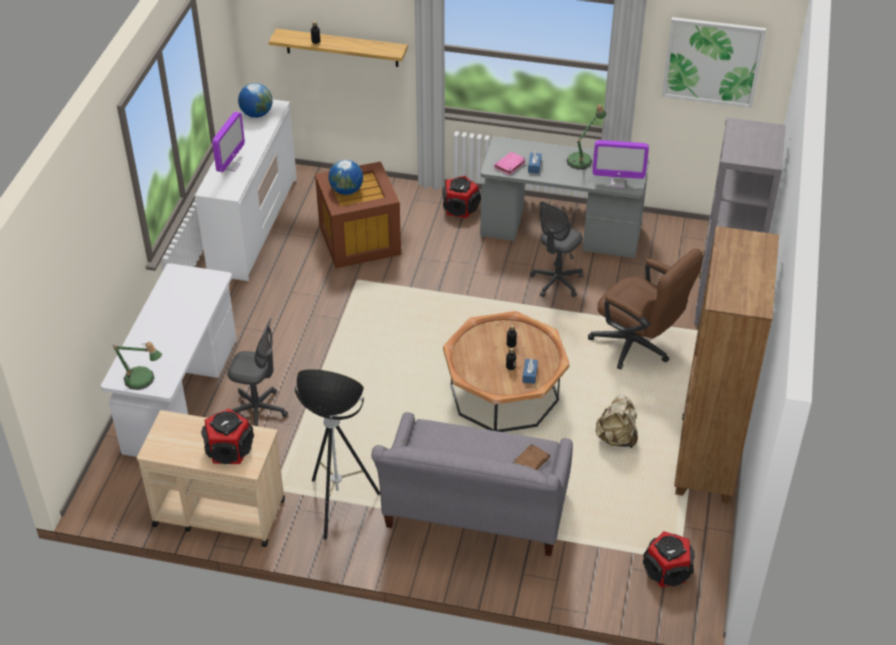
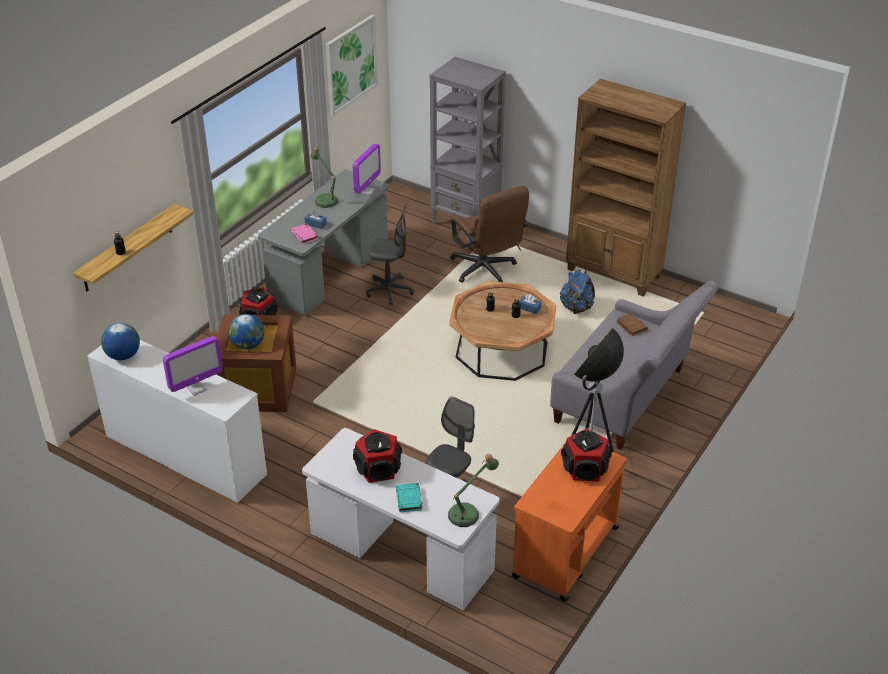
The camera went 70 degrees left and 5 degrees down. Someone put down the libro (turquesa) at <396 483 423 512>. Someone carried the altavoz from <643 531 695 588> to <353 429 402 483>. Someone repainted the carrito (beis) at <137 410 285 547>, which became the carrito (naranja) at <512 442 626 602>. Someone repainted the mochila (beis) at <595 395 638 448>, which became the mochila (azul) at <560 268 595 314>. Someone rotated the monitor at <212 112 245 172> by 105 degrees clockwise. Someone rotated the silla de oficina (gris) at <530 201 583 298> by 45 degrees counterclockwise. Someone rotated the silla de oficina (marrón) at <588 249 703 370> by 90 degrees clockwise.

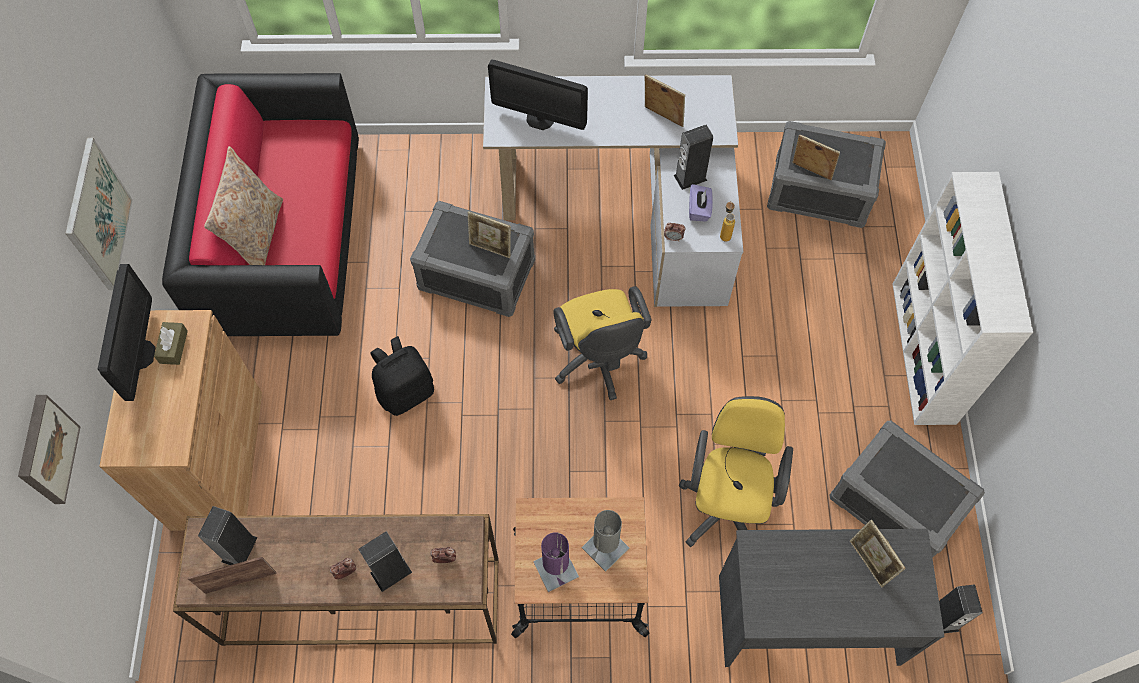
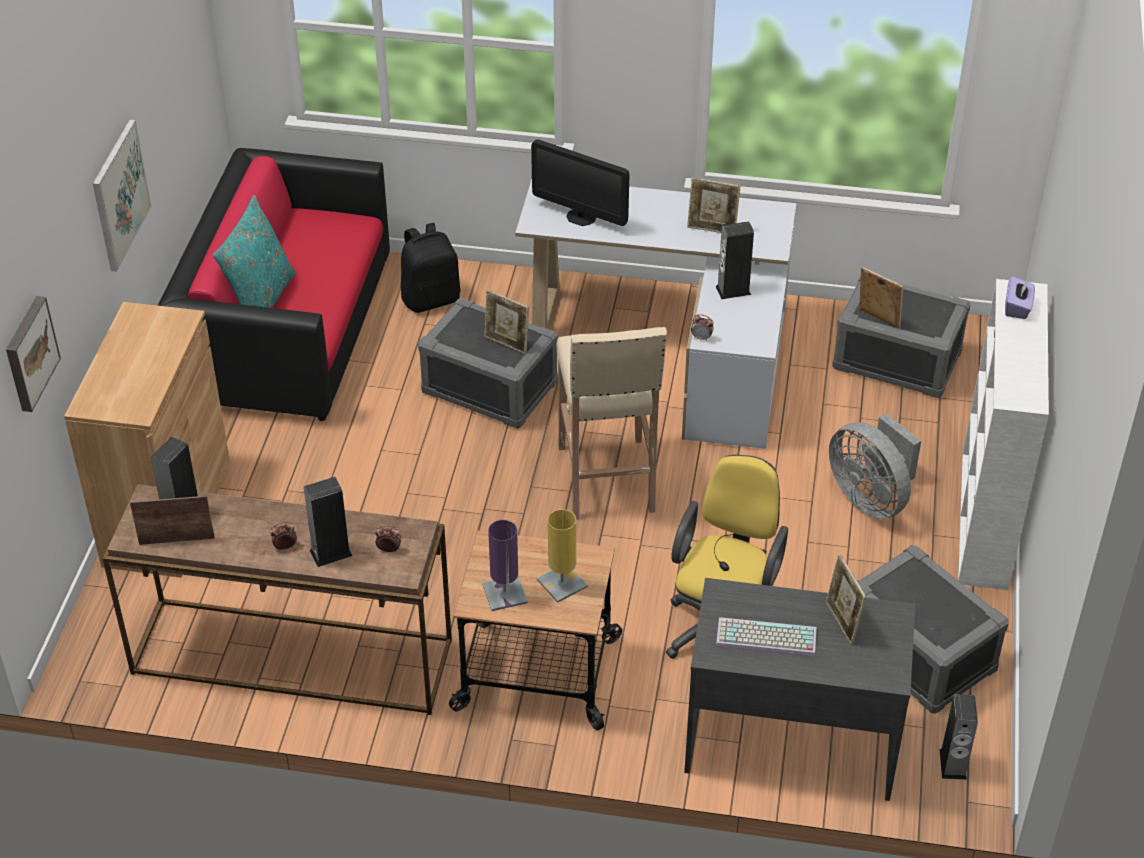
The camera went 10 degrees right and 20 degrees down. Someone took away the monitor at <98 264 156 401>. Someone took away the caja de pañuelos (marrón) at <154 322 188 365>. Someone took away the botella at <720 200 735 242>. Someone put down the teclado at <716 617 817 656>. Someone put down the ventilador (gris) at <829 414 921 519>. Someone carried the mochila (negro) from <370 336 434 416> to <401 223 460 313>. Someone carried the caja de pañuelos (morado) from <689 184 713 222> to <1005 276 1035 319>. Someone swapped the silla de oficina (amarillo) at <553 286 652 400> for the taburete (beis) at <557 327 667 520>. Someone repainted the cojín (beis) at <204 146 283 265>, which became the cojín (turquesa) at <213 195 296 308>. Someone repainted the lámpara de mesa (gris) at <582 510 629 572>, which became the lámpara de mesa (amarillo) at <537 509 588 603>. Someone rotated the portarretratos at <645 74 685 127> by 150 degrees clockwise.

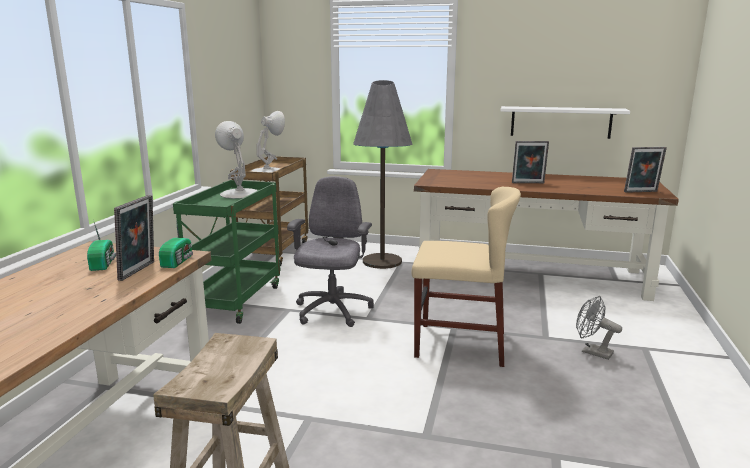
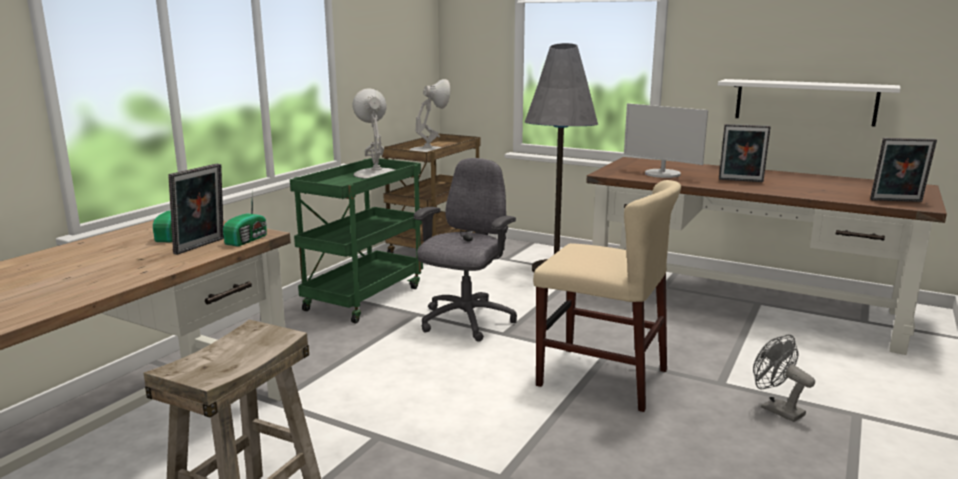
The camera went 15 degrees right and 0 degrees up. Someone put down the monitor at <624 103 708 178>.

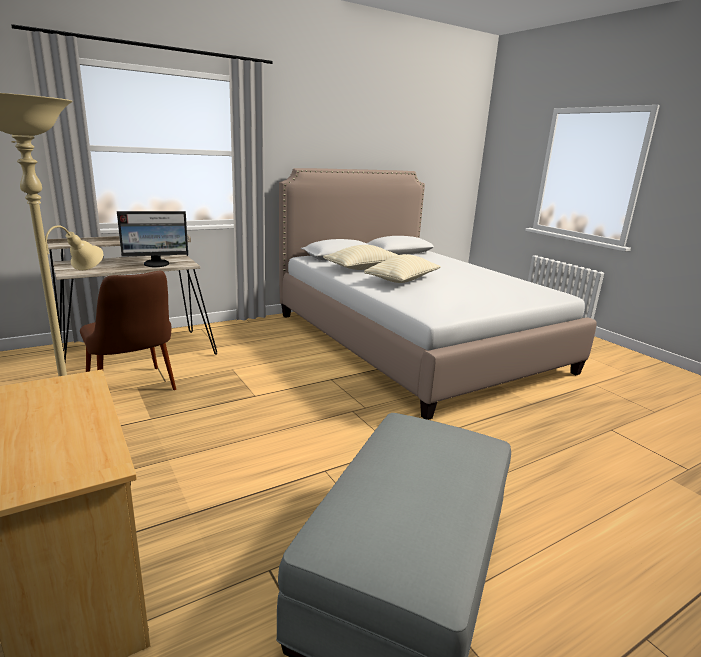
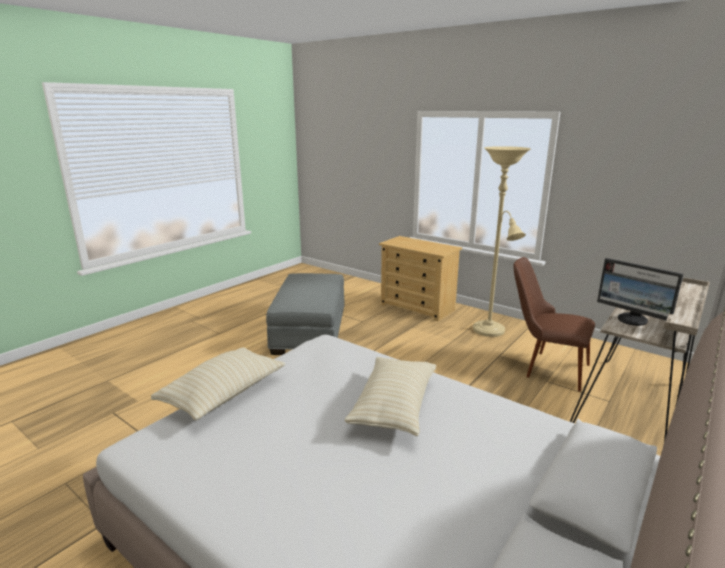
The camera went 160 degrees right and 0 degrees up. Someone carried the cojín (beis) from <323 245 398 270> to <151 347 286 420>. Someone rotated the monitor at <117 211 188 267> by 90 degrees counterclockwise.

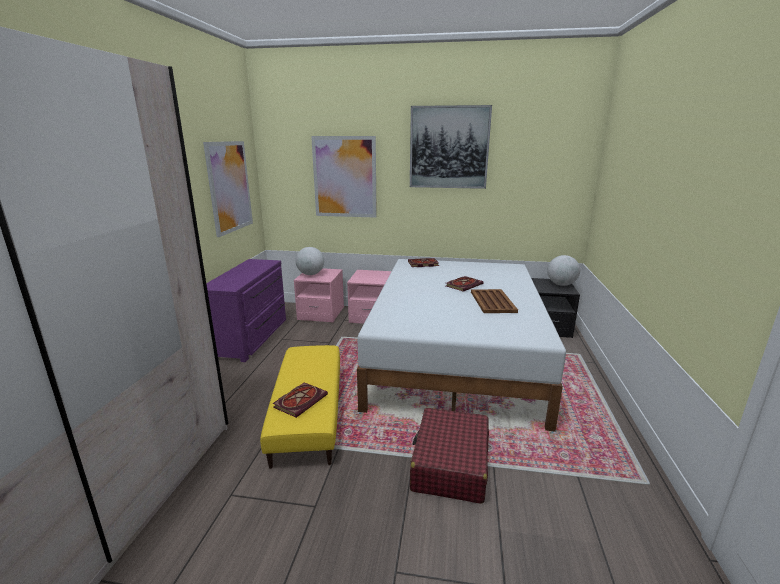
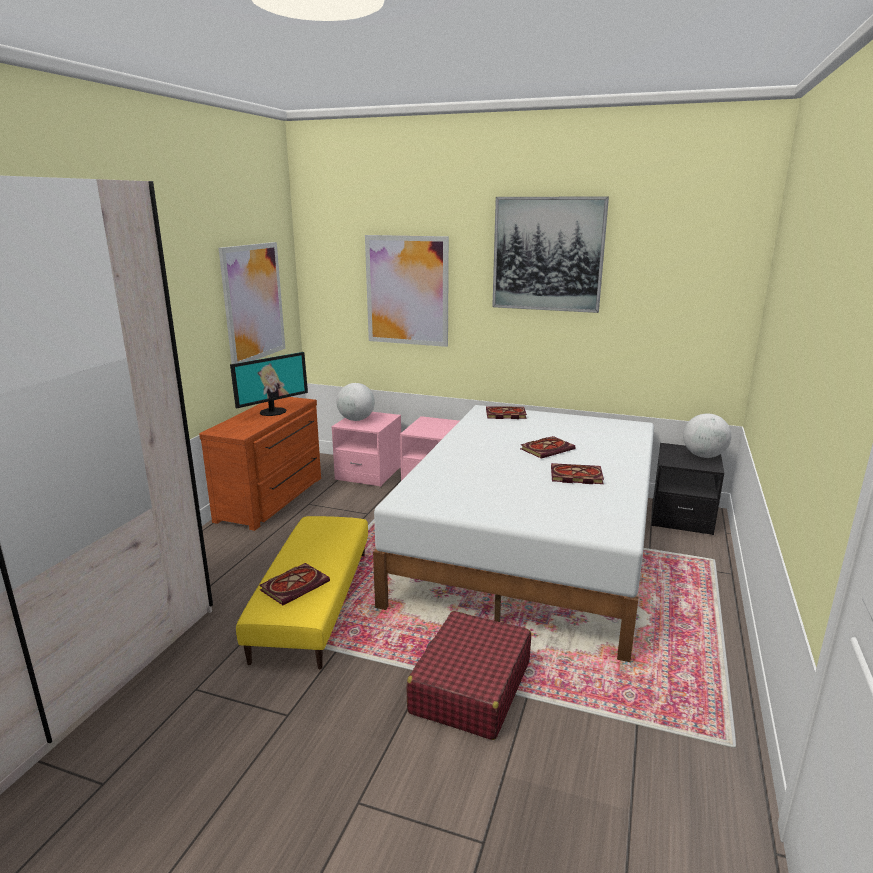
The camera went 10 degrees right and 0 degrees up. Someone put down the monitor at <230 352 308 416>. Someone swapped the bandeja (marrón) at <471 289 518 313> for the libro at <551 463 604 484>. Someone repainted the cómoda (morado) at <206 259 286 362>, which became the cómoda (marrón) at <199 397 321 531>.

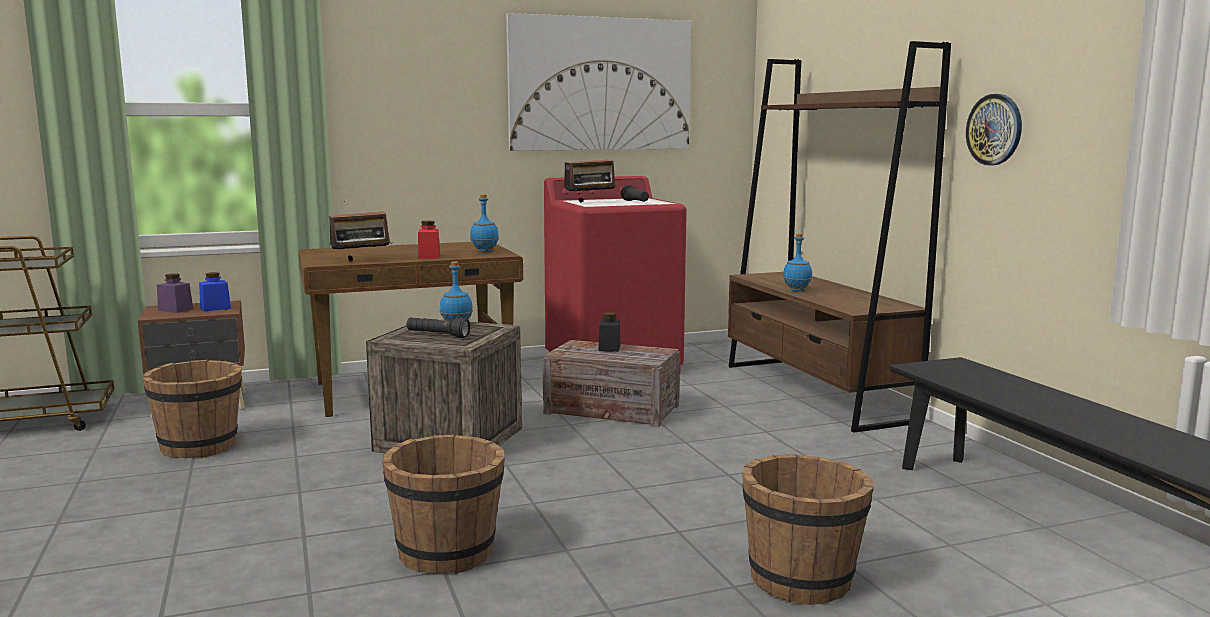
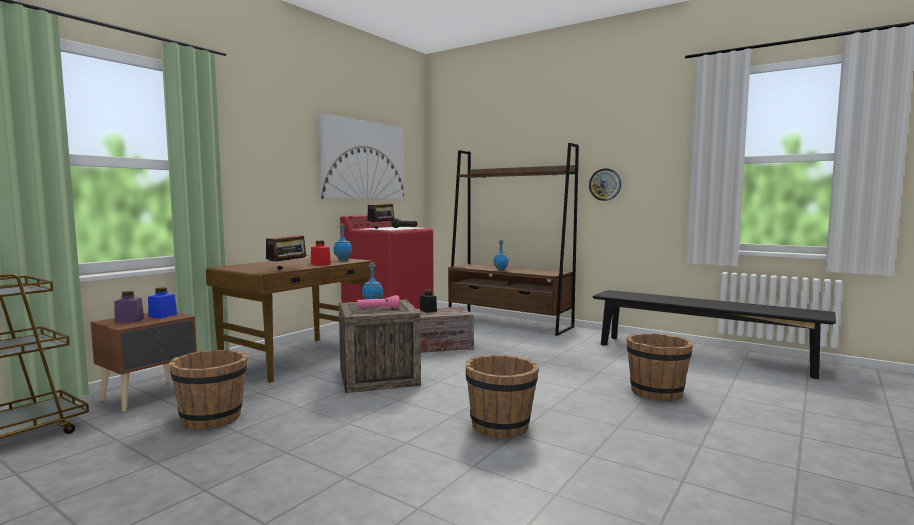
The camera went 35 degrees left and 5 degrees down. Someone repainted the linterna (negro) at <407 317 470 338>, which became the linterna (rosa) at <357 295 400 308>.

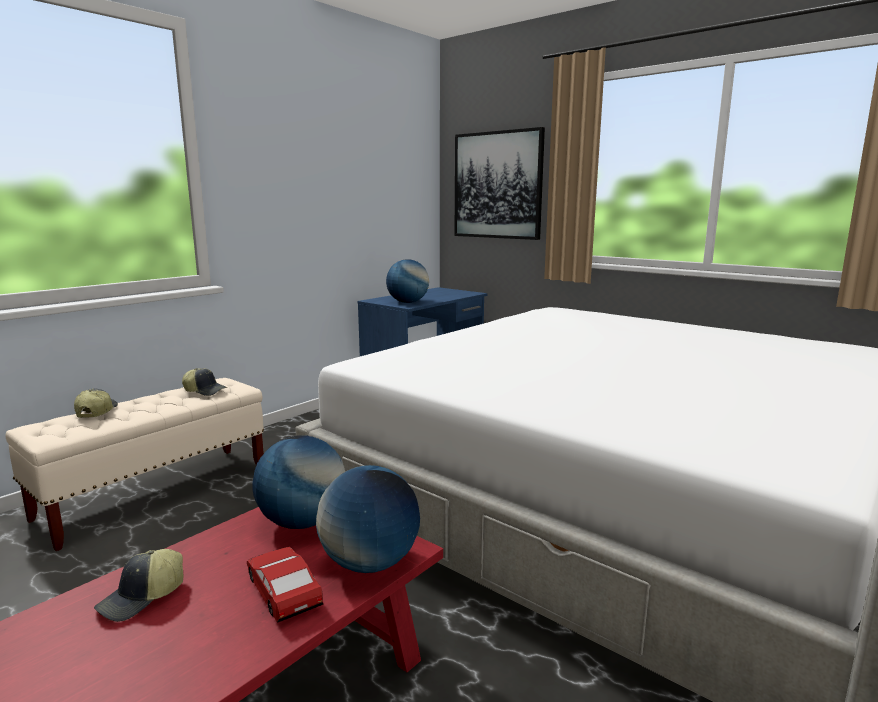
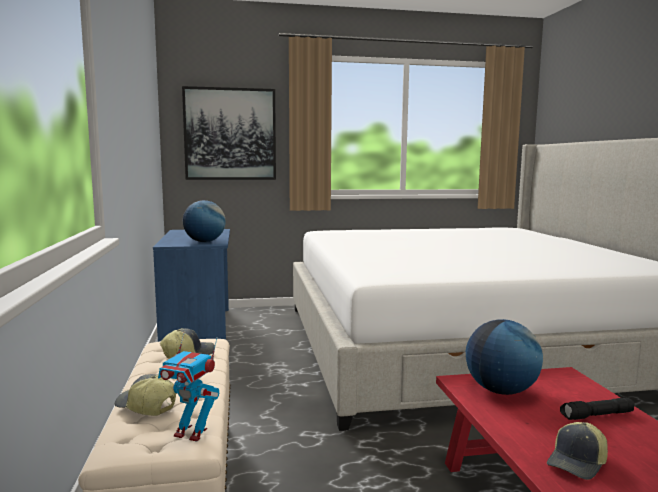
The camera went 50 degrees left and 5 degrees down. Someone took away the globo terráqueo at <316 465 420 573>. Someone put down the robot de juguete at <158 332 219 442>. Someone swapped the coche de juguete at <247 547 323 623> for the linterna (negro) at <560 398 635 420>. Someone rotated the gorra at <94 549 184 622> by 60 degrees clockwise.

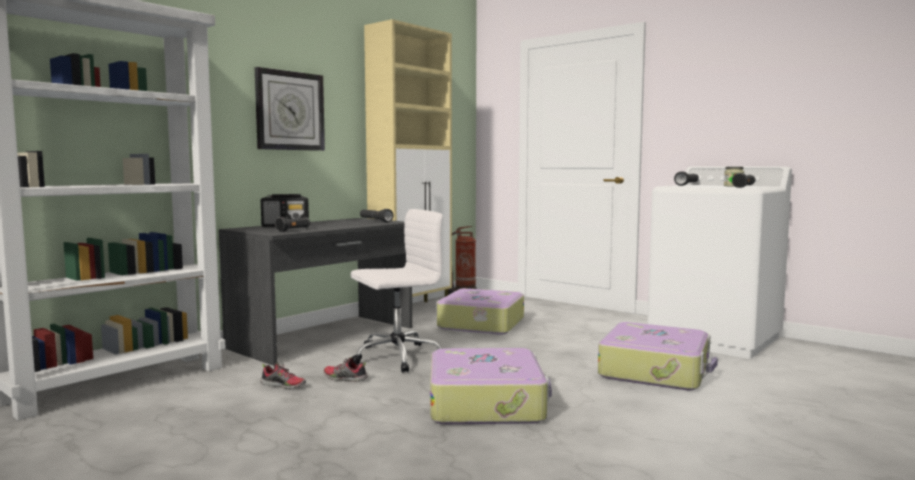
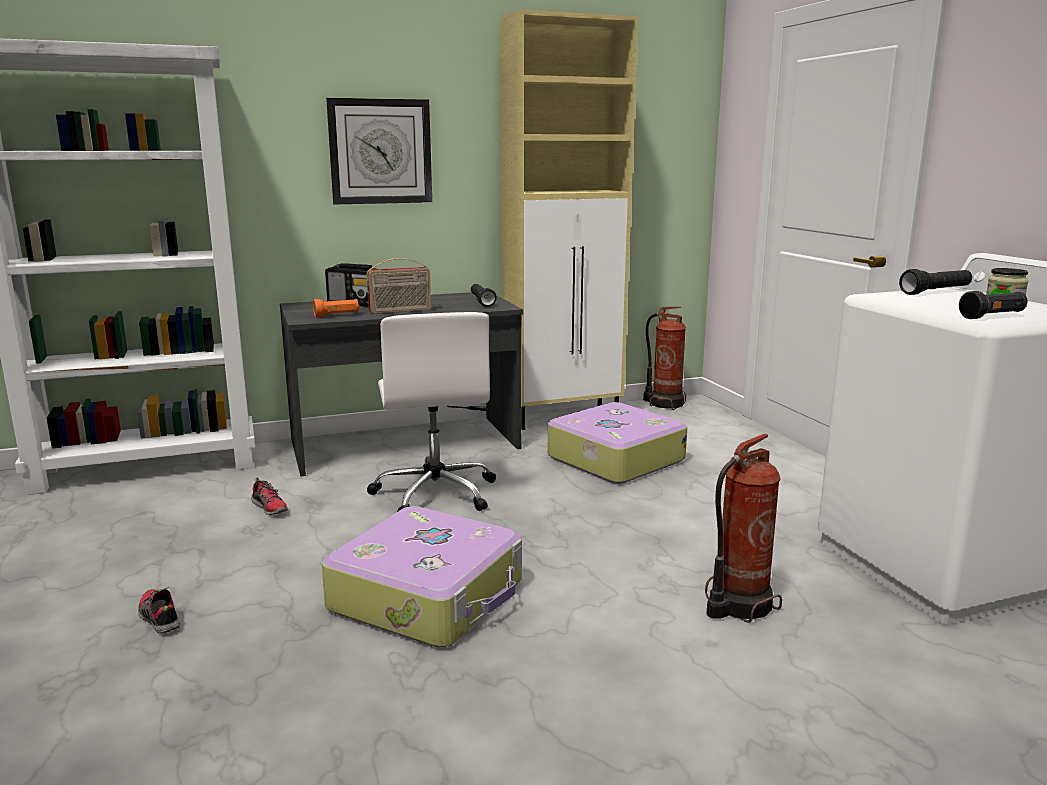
The camera went 30 degrees right and 10 degrees up. Someone put down the radio at <367 258 431 314>. Someone carried the zapato from <324 357 368 382> to <138 587 180 633>. Someone swapped the maleta at <598 322 718 390> for the extintor at <705 434 782 623>. Someone repainted the linterna (negro) at <275 217 310 232>, which became the linterna (naranja) at <313 299 359 318>. Someone rotated the silla de oficina (blanco) at <350 209 443 373> by 75 degrees clockwise.

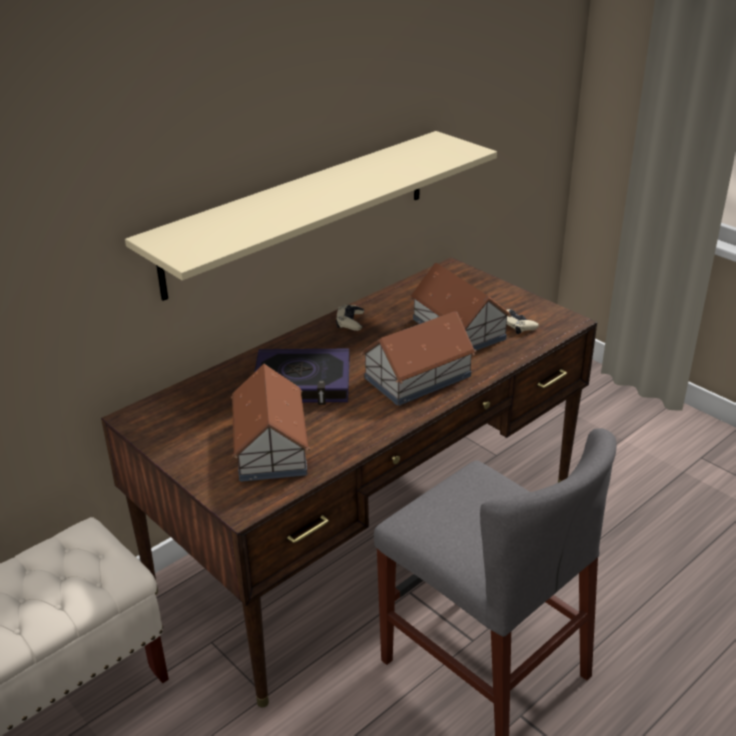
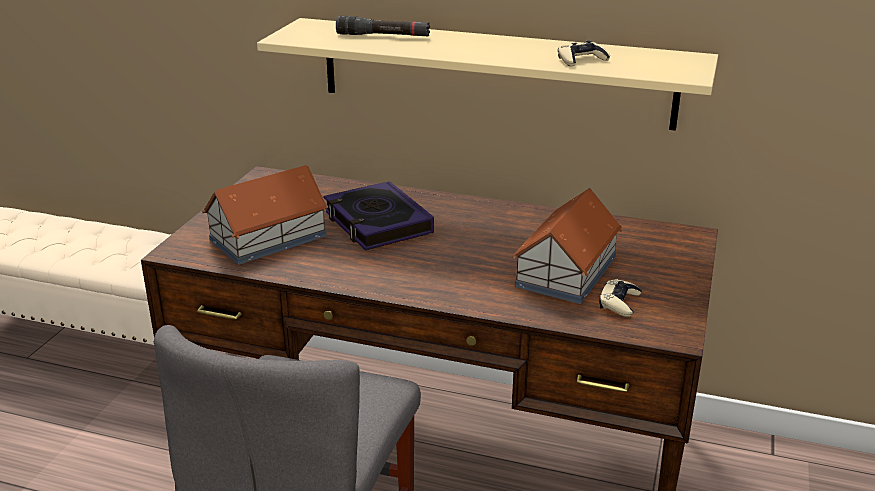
The camera went 60 degrees right and 5 degrees down. Someone took away the casita at <361 311 476 406>. Someone put down the linterna (negro) at <336 16 430 36>. Someone carried the mando de consola (beis) from <336 304 364 331> to <558 40 610 66>.

